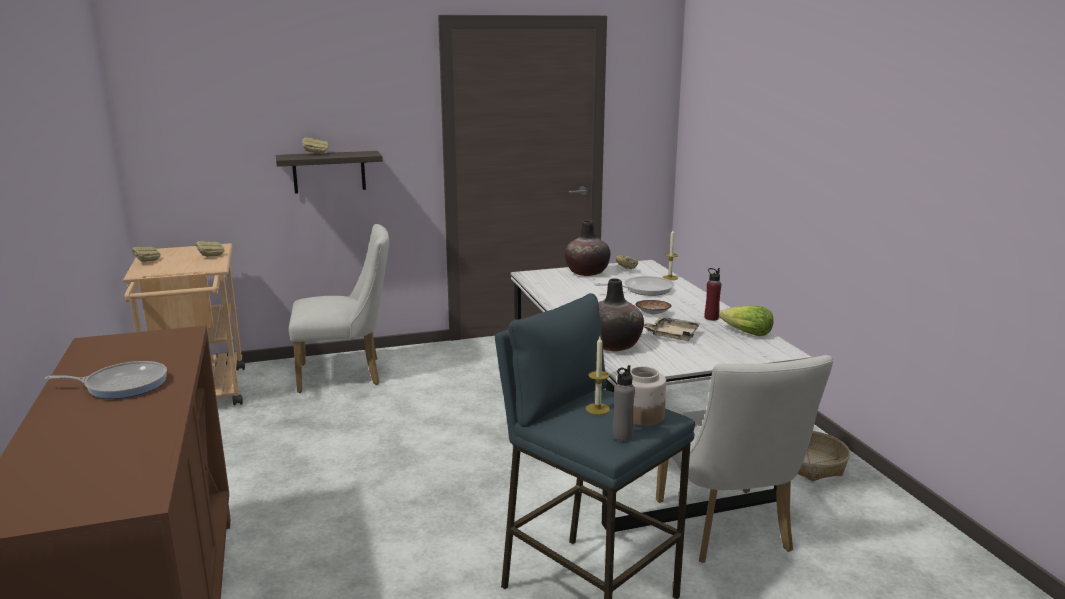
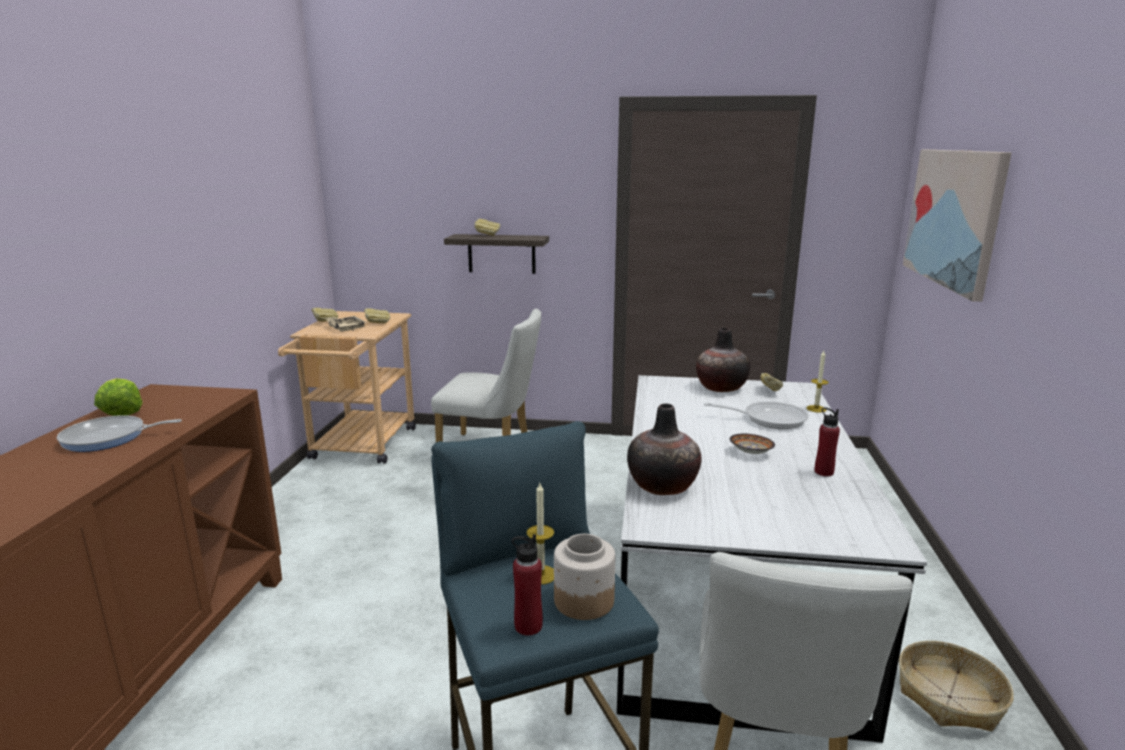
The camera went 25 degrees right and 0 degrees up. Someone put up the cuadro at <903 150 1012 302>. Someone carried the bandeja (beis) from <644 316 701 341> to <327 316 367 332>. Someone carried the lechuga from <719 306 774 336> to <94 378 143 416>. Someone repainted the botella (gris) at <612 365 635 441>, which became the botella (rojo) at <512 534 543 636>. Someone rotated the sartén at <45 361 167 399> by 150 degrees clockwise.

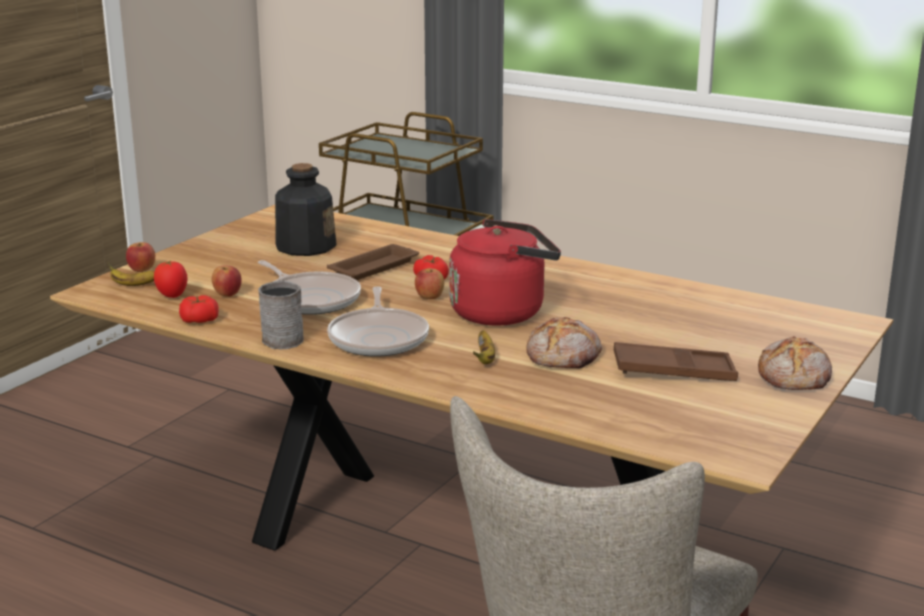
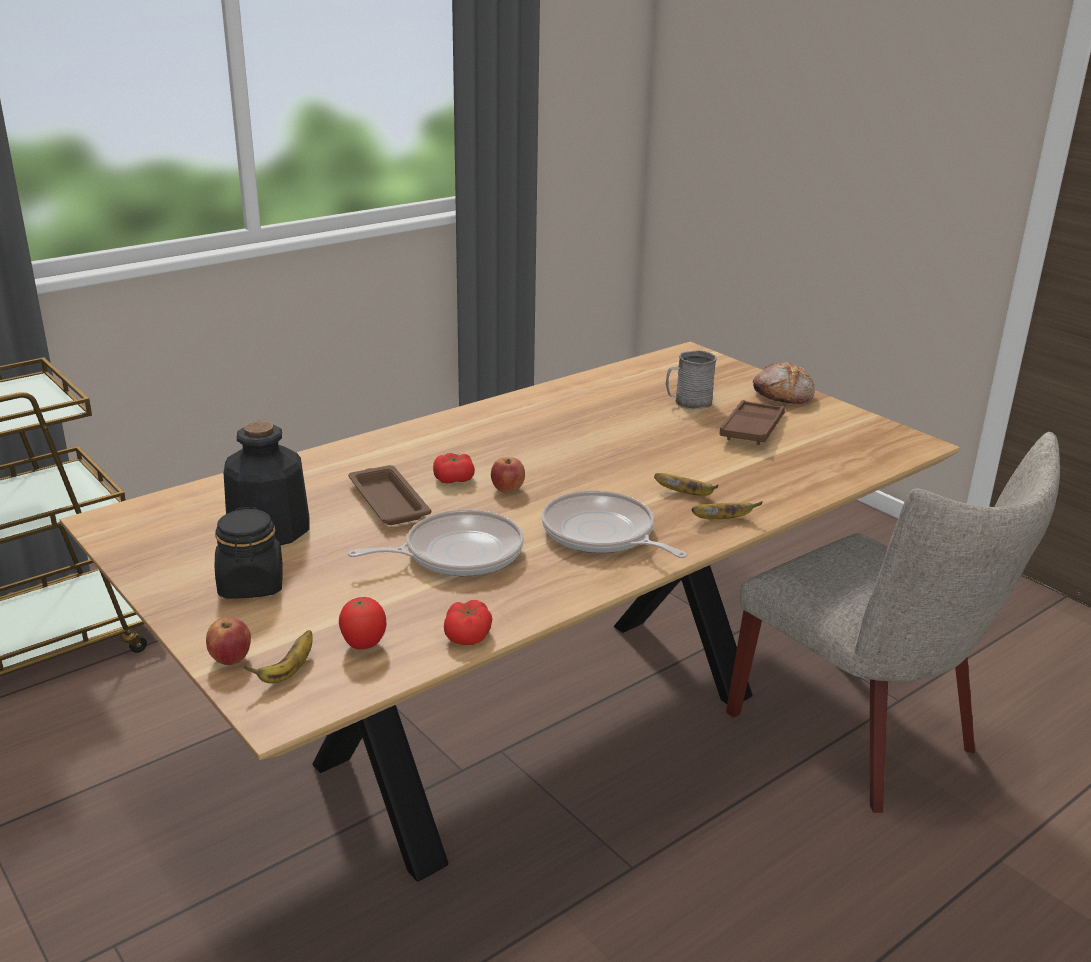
The camera went 70 degrees left and 5 degrees up. Someone took away the manzana at <212 265 242 297>. Someone took away the hervidor (rojo) at <449 219 561 326>. Someone took away the pan at <526 317 602 368>. Someone put down the tarro (negro) at <215 507 283 598>. Someone put down the plátano at <691 501 763 519>. Someone carried the taza grande (gris) from <258 281 304 349> to <666 350 717 410>. Someone rotated the sartén at <327 286 429 357> by 150 degrees counterclockwise.

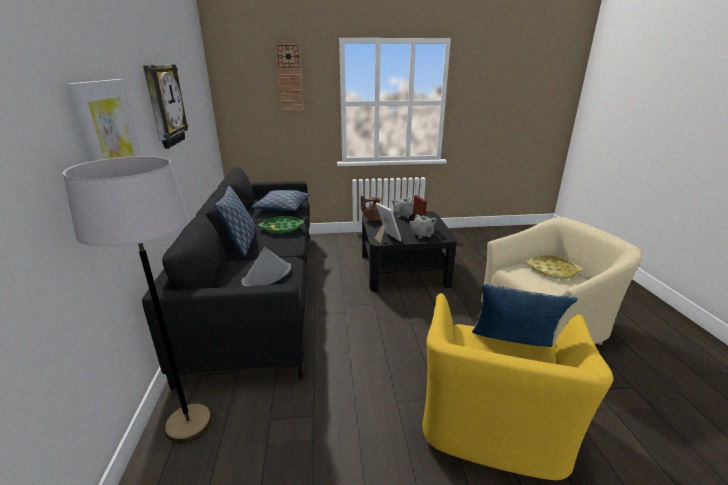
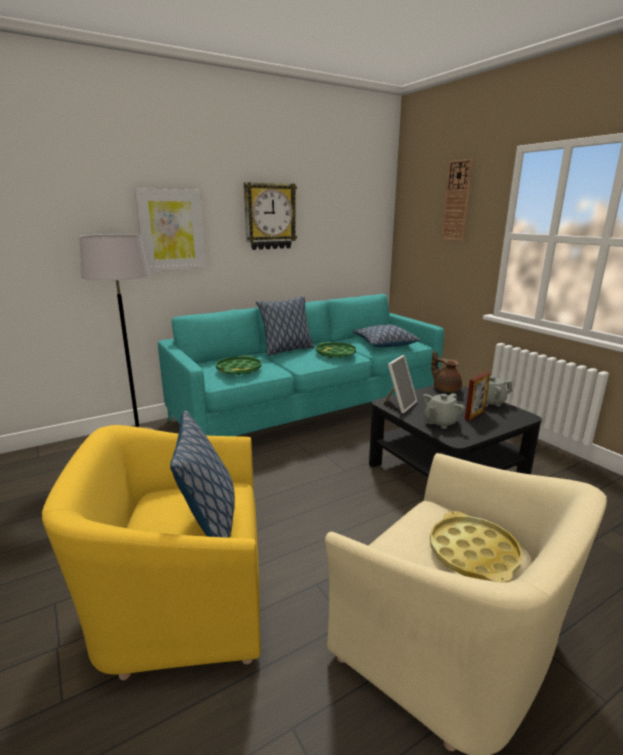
The camera went 65 degrees right and 5 degrees down. Someone swapped the sombrero (gris) at <241 247 291 286> for the bandeja (verde) at <216 355 261 375>. Someone repainted the sofá (negro) at <142 167 310 390>, which became the sofá (turquesa) at <158 294 444 436>.

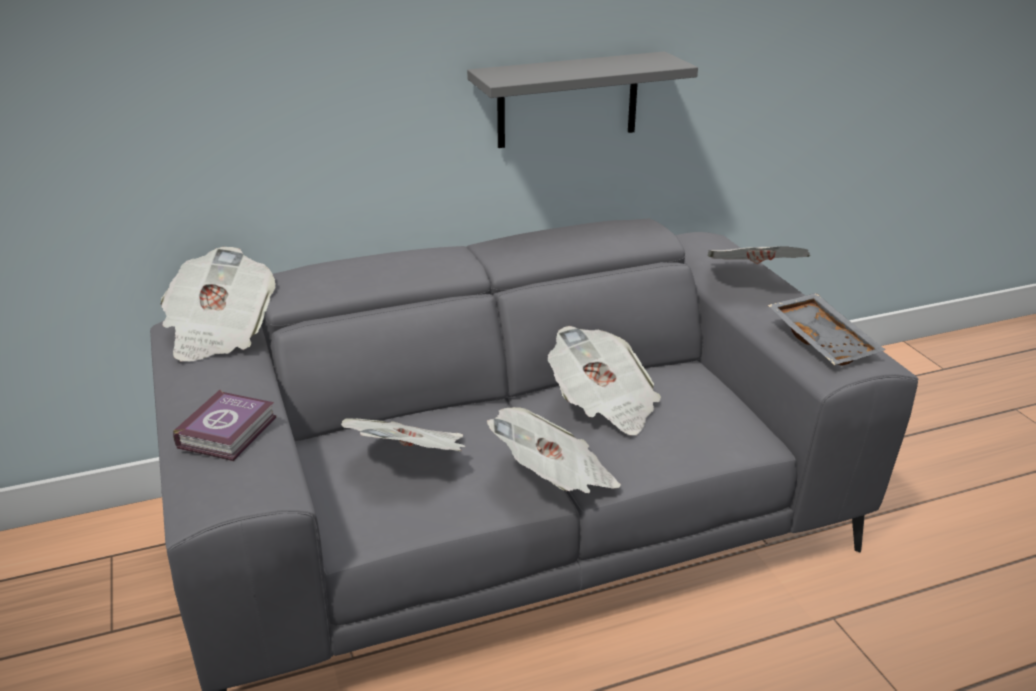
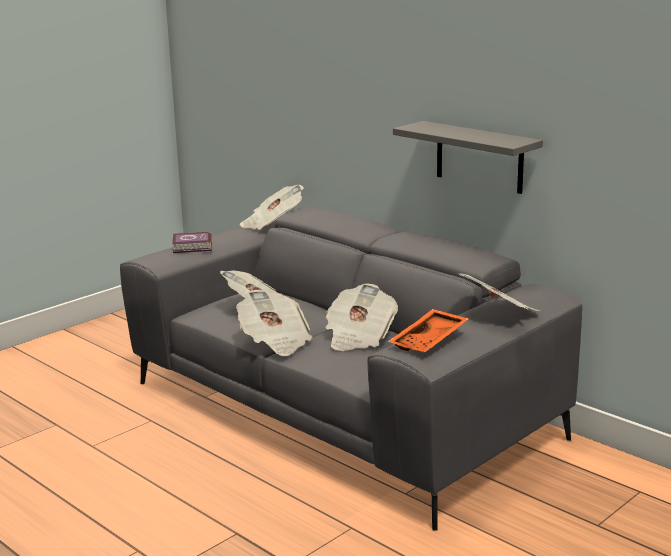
The camera went 65 degrees right and 10 degrees down. Someone repainted the bandeja (gris) at <768 293 885 366>, which became the bandeja (naranja) at <388 309 469 352>.

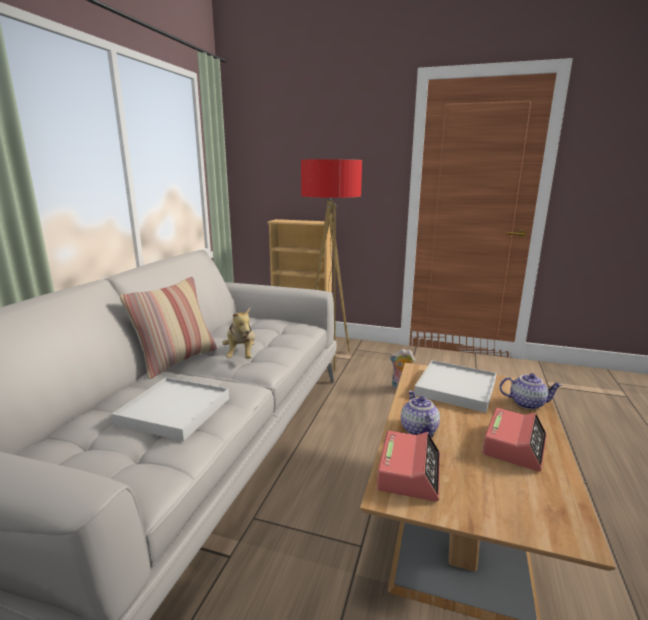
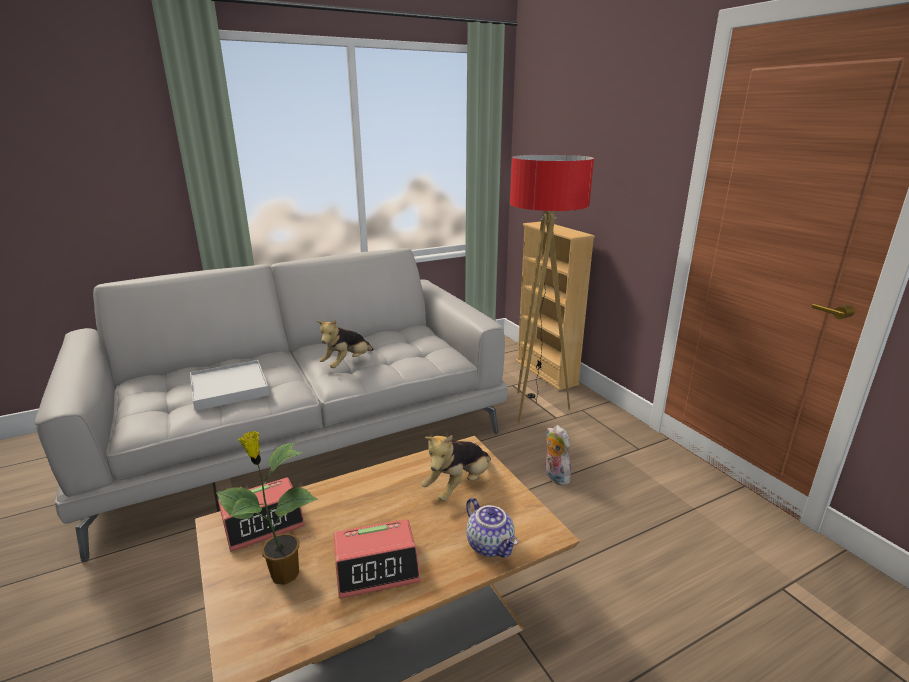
The camera went 45 degrees right and 5 degrees up. Someone took away the cojín at <120 277 217 379>. Someone took away the tetera at <401 391 440 438>. Someone put down the planta en maceta at <216 431 318 585>. Someone swapped the bandeja (blanco) at <414 360 496 413> for the peluche at <421 435 491 501>.

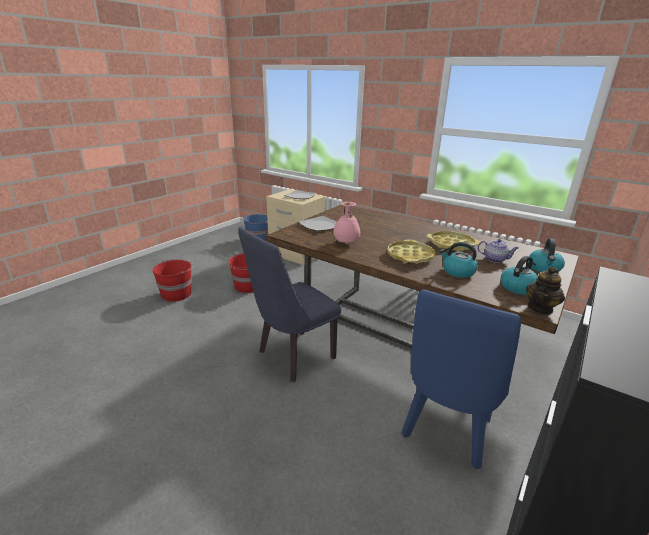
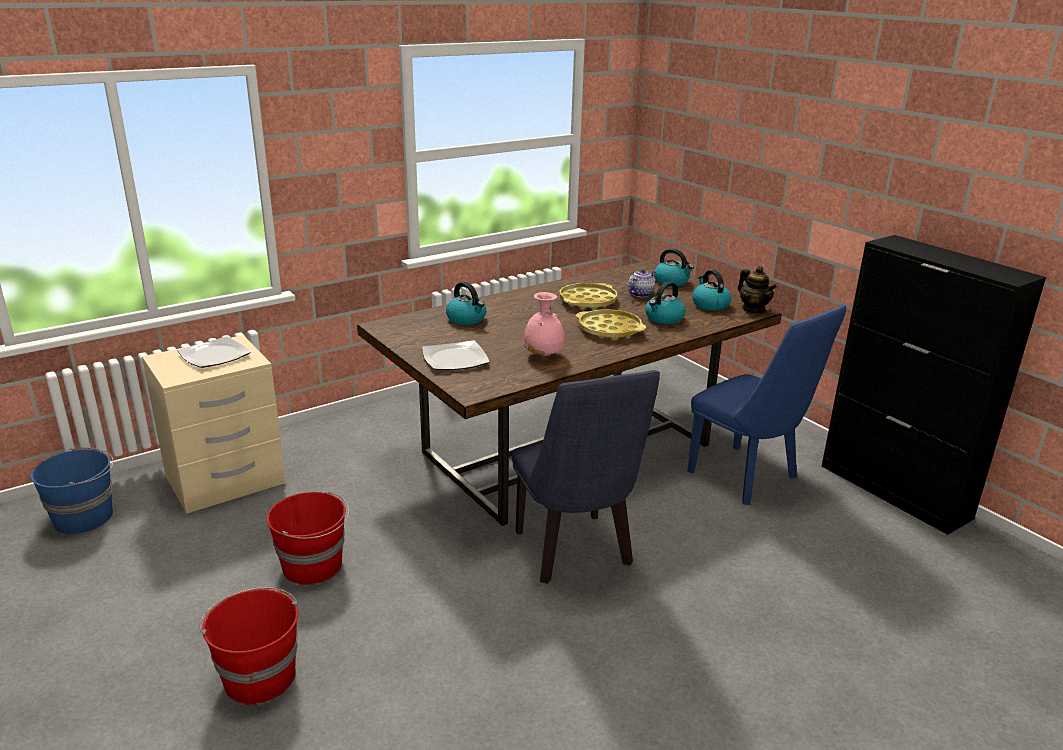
The camera went 70 degrees left and 0 degrees up. Someone put down the hervidor at <446 282 486 325>.

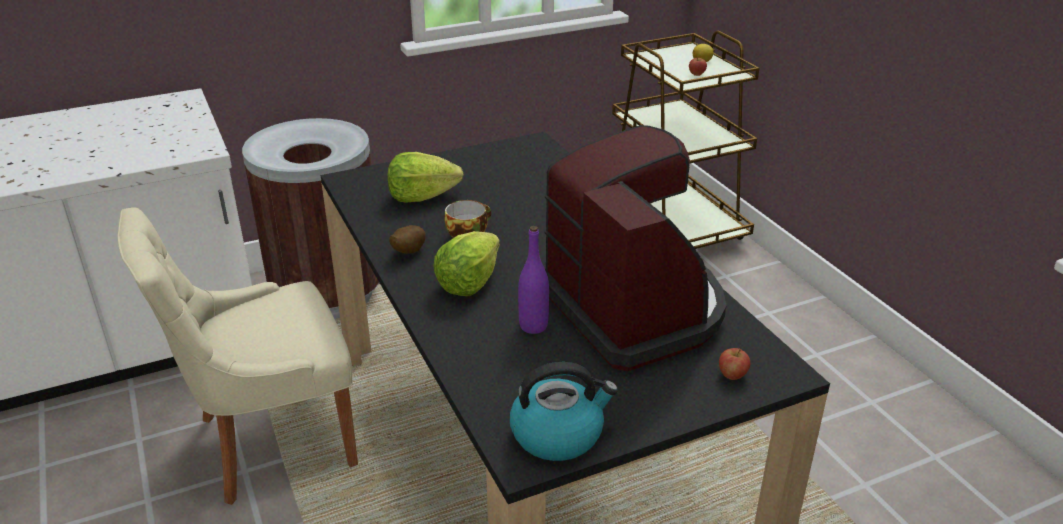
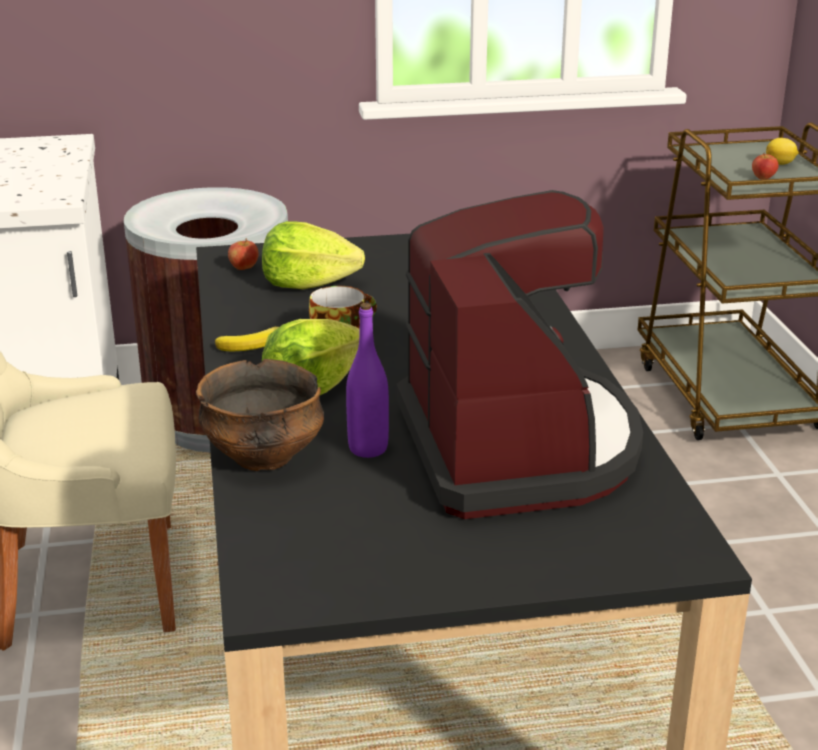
The camera went 15 degrees right and 5 degrees down. Someone took away the hervidor at <510 362 618 461>. Someone put down the cuenco at <196 359 324 471>. Someone carried the manzana from <719 348 750 380> to <228 238 259 270>. Someone swapped the patata at <389 225 426 254> for the plátano at <215 327 279 352>.

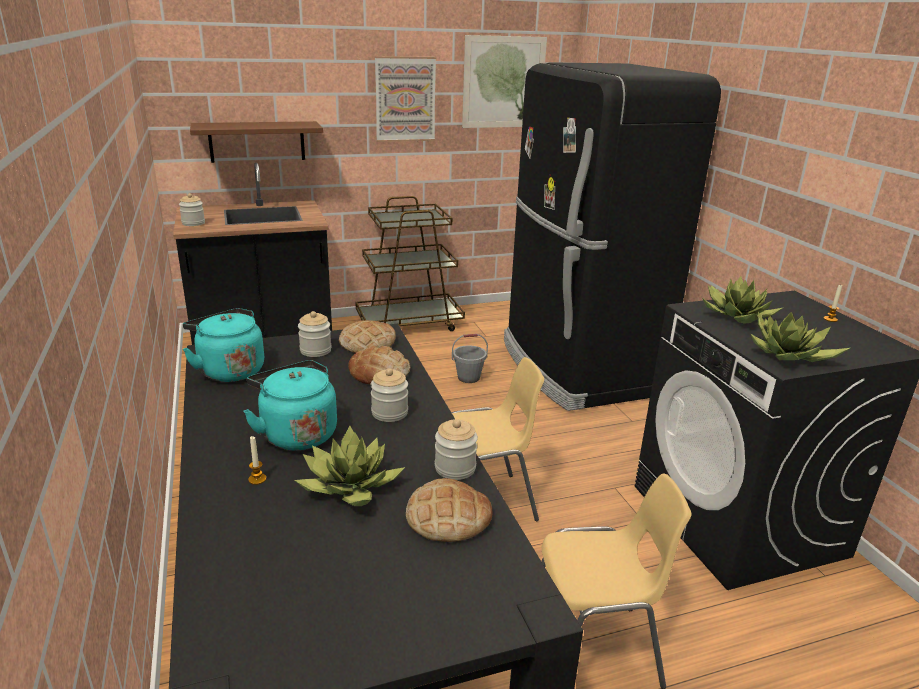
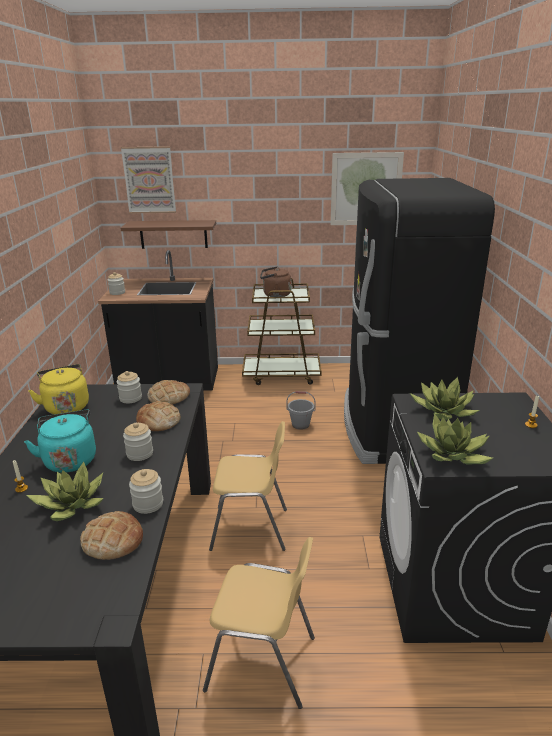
The camera went 20 degrees right and 0 degrees up. Someone put down the hervidor (marrón) at <260 266 291 297>. Someone carried the cuadro from <375 56 436 142> to <121 146 176 213>. Someone repainted the hervidor (turquesa) at <183 308 264 382>, which became the hervidor (amarillo) at <28 364 89 415>.

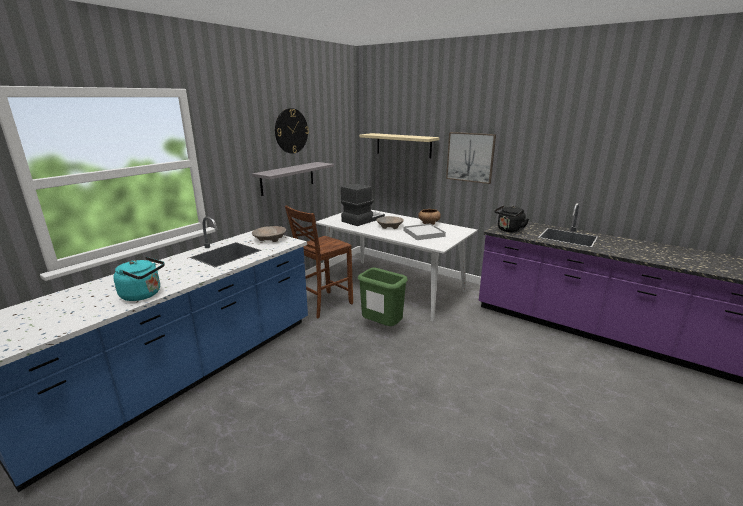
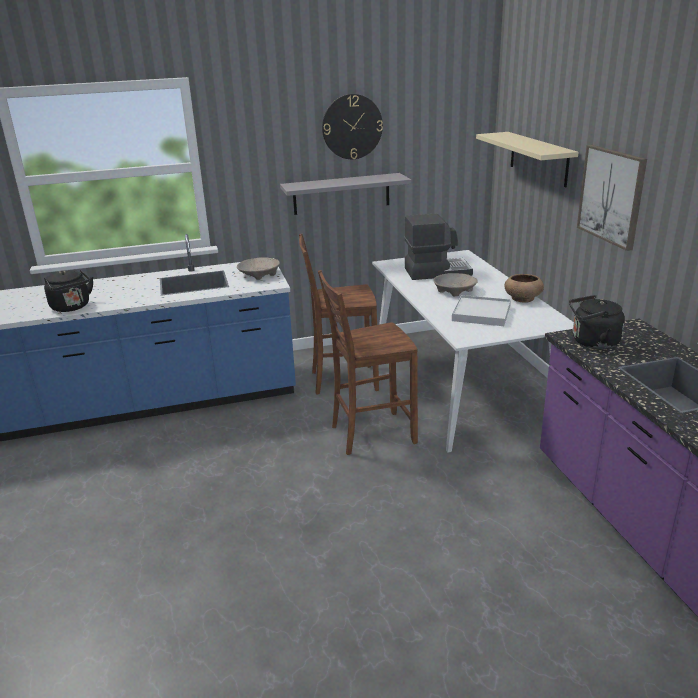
The camera went 40 degrees right and 5 degrees up. Someone swapped the papelera (verde) at <358 268 408 326> for the silla (marrón) at <318 270 418 455>. Someone repainted the hervidor (turquesa) at <113 257 165 301>, which became the hervidor (negro) at <44 269 93 312>.

